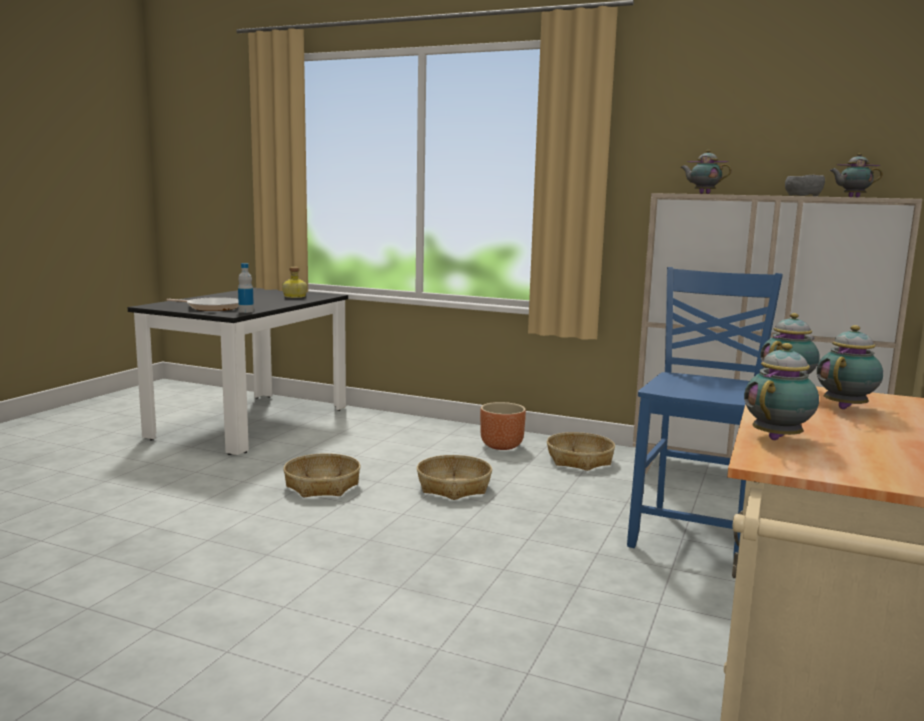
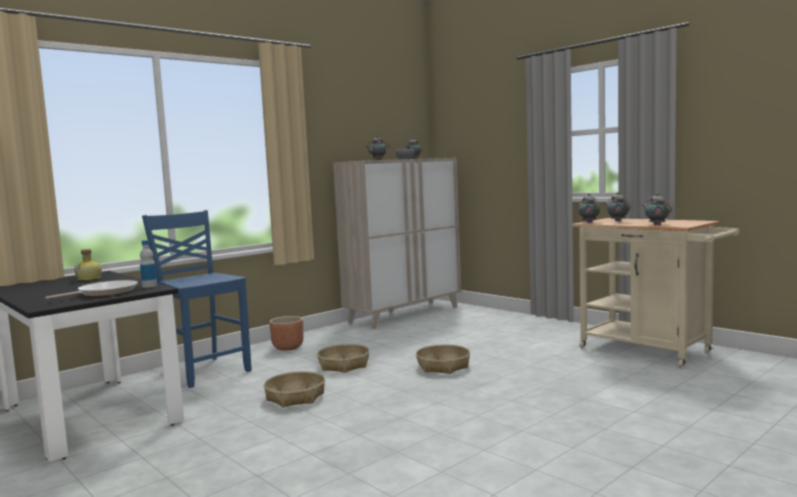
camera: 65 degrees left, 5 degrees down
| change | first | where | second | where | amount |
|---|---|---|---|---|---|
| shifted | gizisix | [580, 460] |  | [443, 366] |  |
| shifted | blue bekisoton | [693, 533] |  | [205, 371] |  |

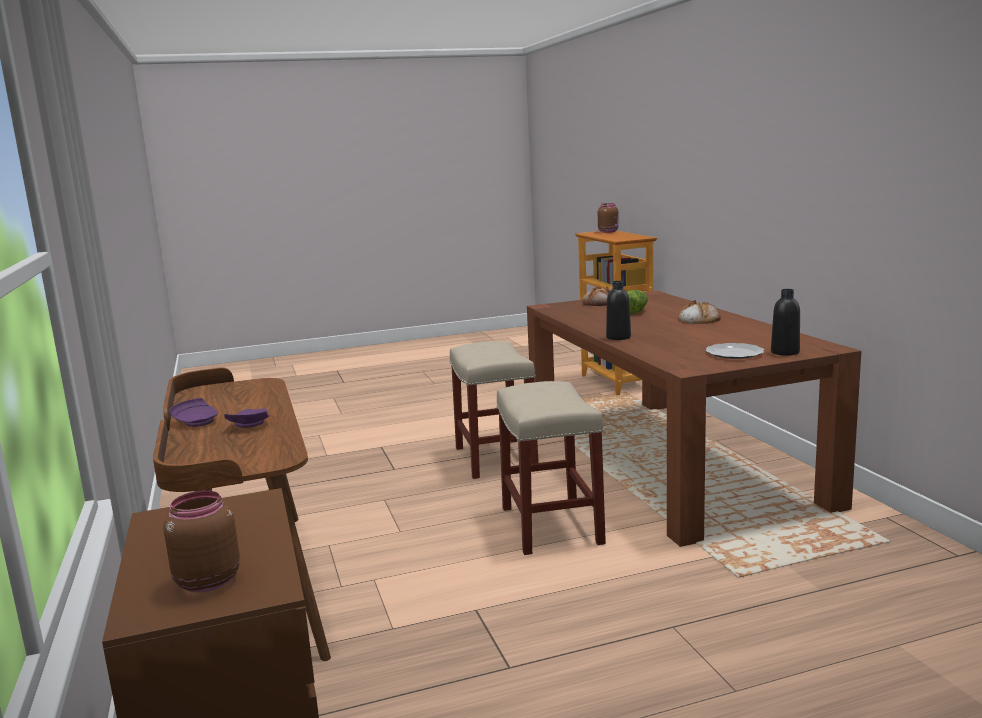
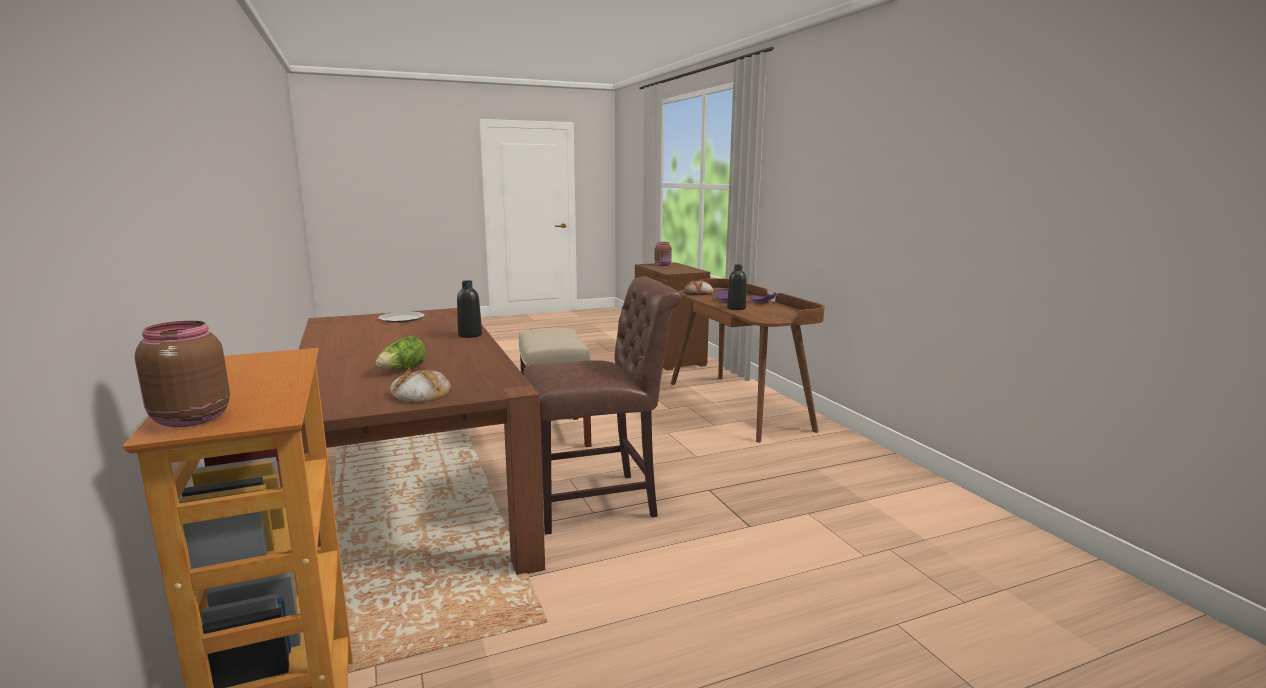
camera: 175 degrees right, 0 degrees up
| change | first | where | second | where | amount |
|---|---|---|---|---|---|
| shifted | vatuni | [698, 319] |  | [698, 293] |  |
| shifted | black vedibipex | [785, 352] |  | [736, 308] |  |
| swapped | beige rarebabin | [494, 458] | brown bekisoton | [599, 501] |  |

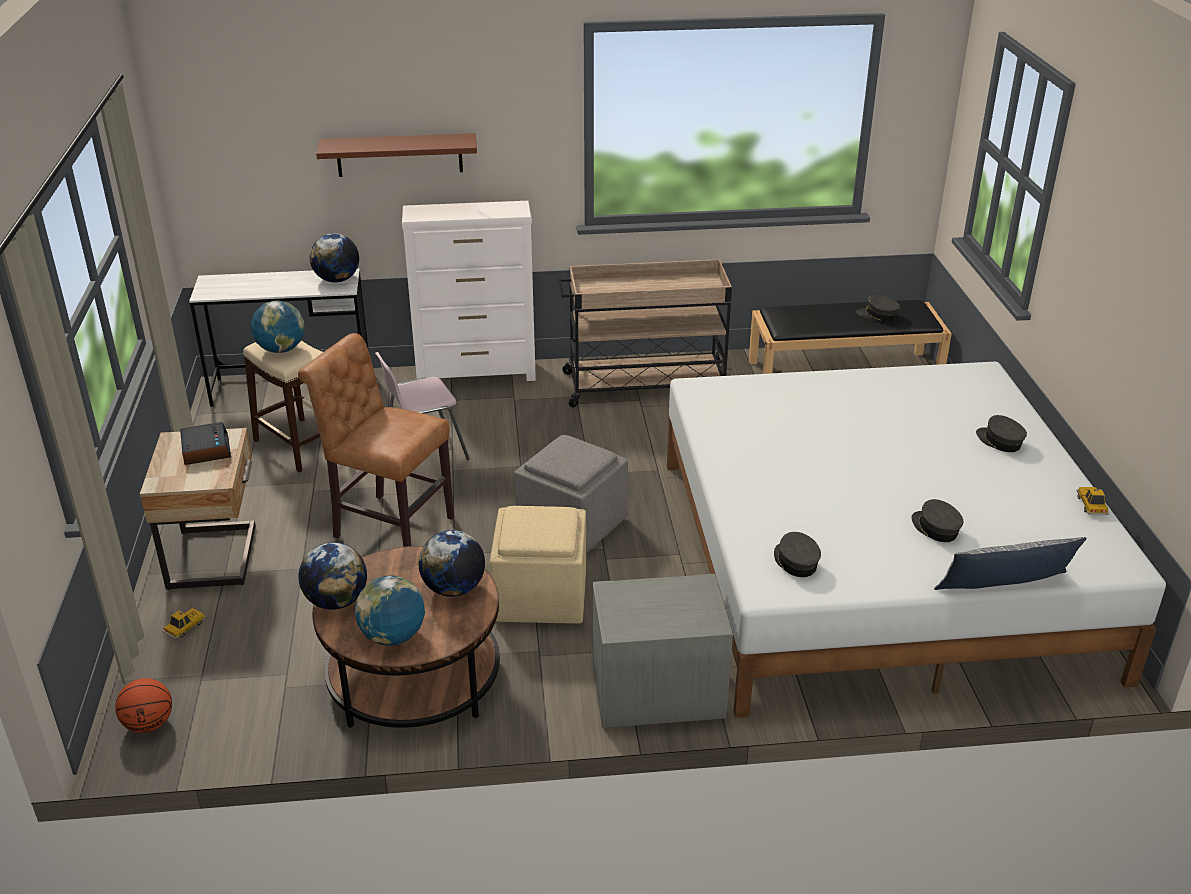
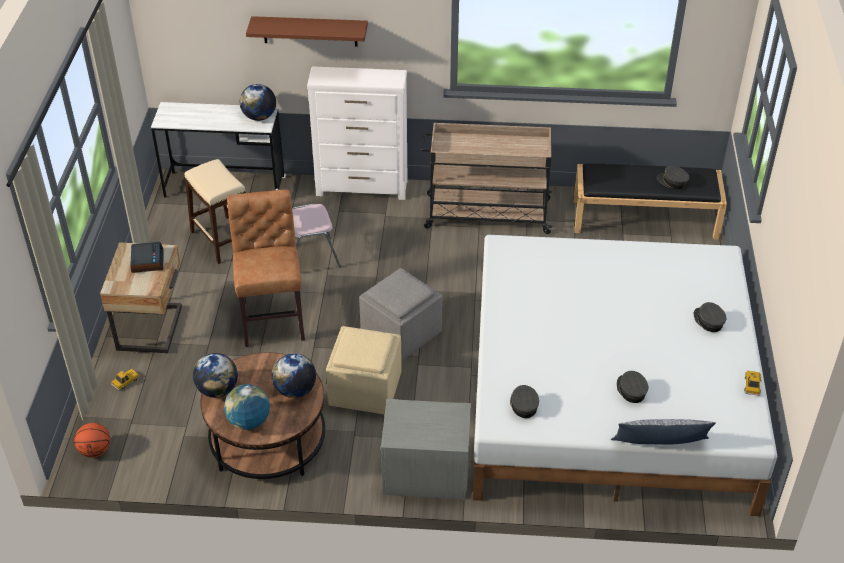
camera: 10 degrees right, 10 degrees up
| change | first | where | second | where | amount |
|---|---|---|---|---|---|
| gone | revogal | [281, 349] |  |  |  |
| rotated | brown bekisoton | [388, 526] |  | [272, 317] | 45 degrees clockwise |

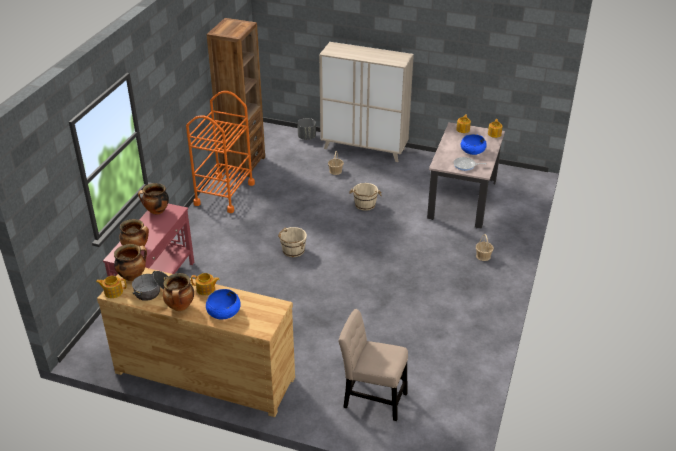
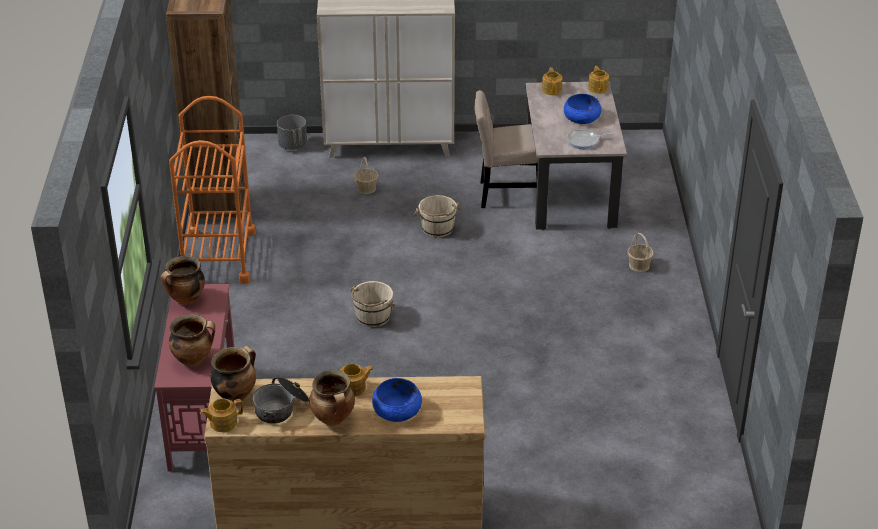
camera: 20 degrees left, 0 degrees up
| change | first | where | second | where | amount |
|---|---|---|---|---|---|
| shifted | beige bekisoton | [372, 398] |  | [506, 194] |  |

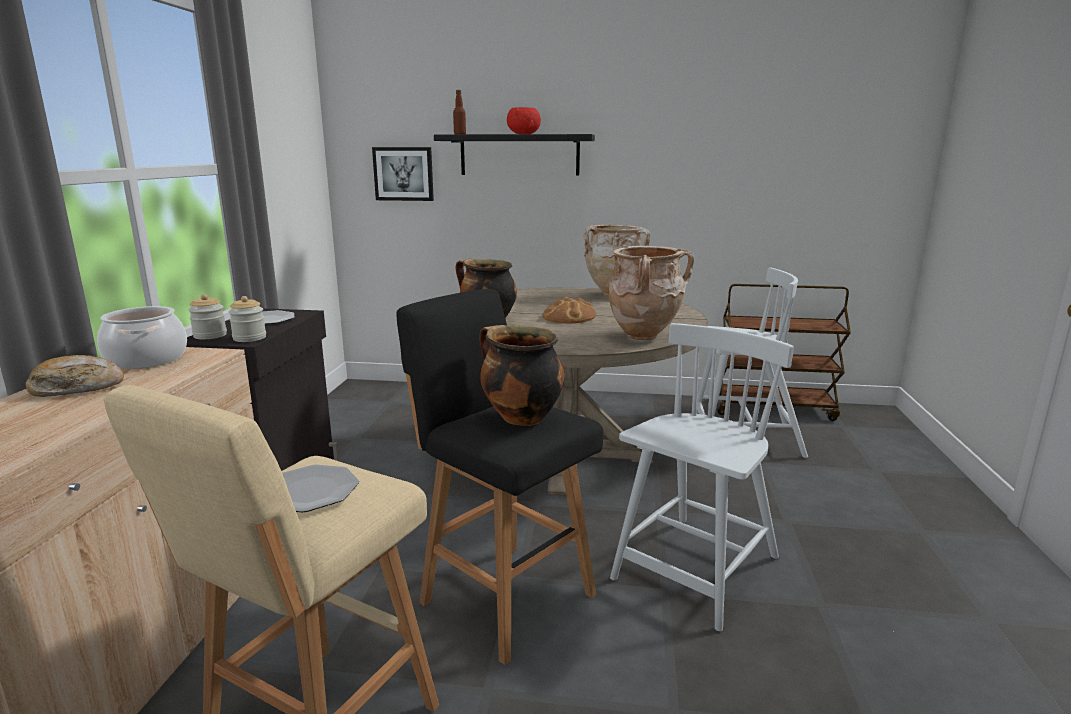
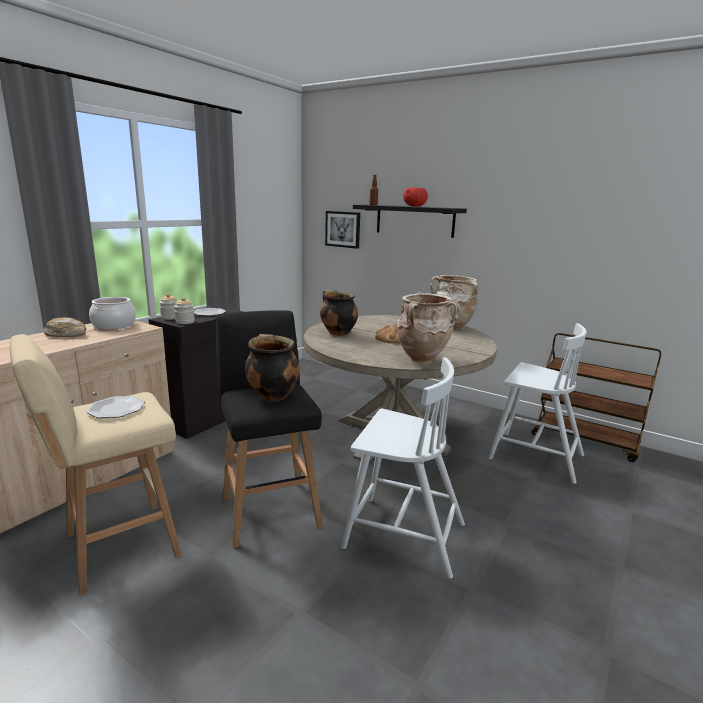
camera: 25 degrees right, 0 degrees up
| change | first | where | second | where | amount |
|---|---|---|---|---|---|
| rotated | white bekisoton | [695, 570] |  | [402, 534] | 45 degrees clockwise |

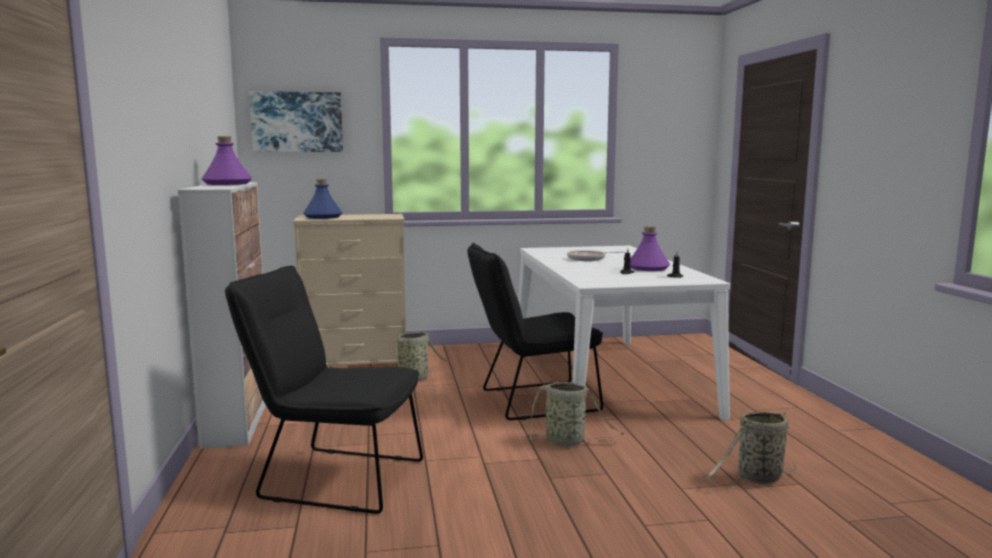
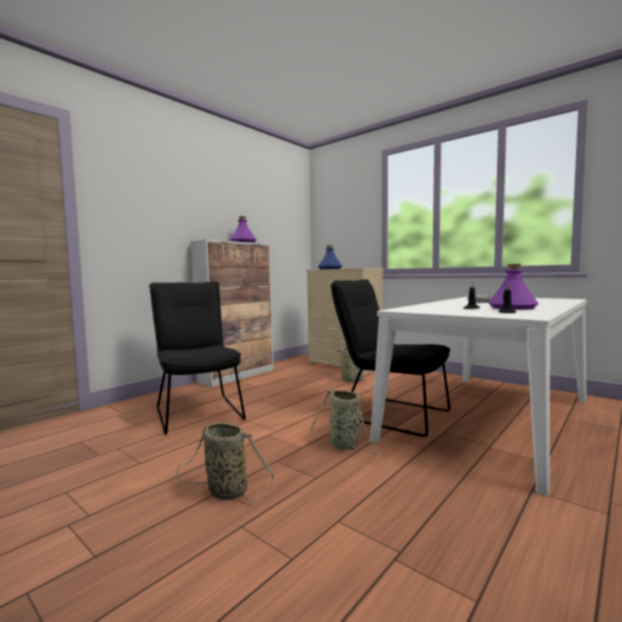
camera: 50 degrees right, 5 degrees down
| change | first | where | second | where | amount |
|---|---|---|---|---|---|
| gone | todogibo | [297, 122] |  |  |  |
| shifted | gizisix | [757, 478] |  | [224, 491] |  |

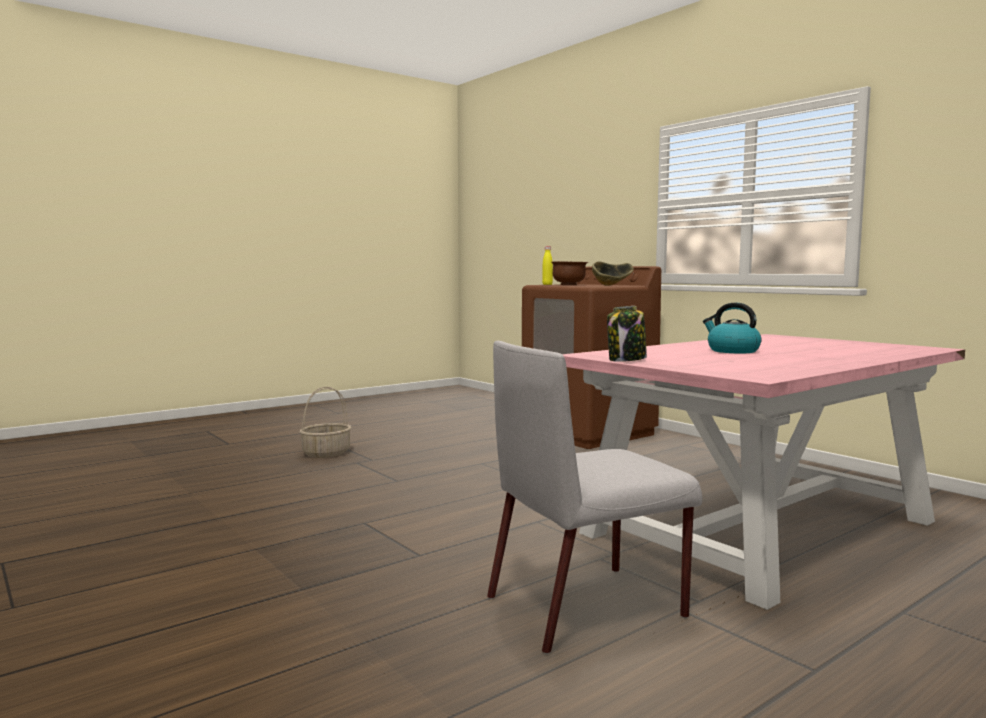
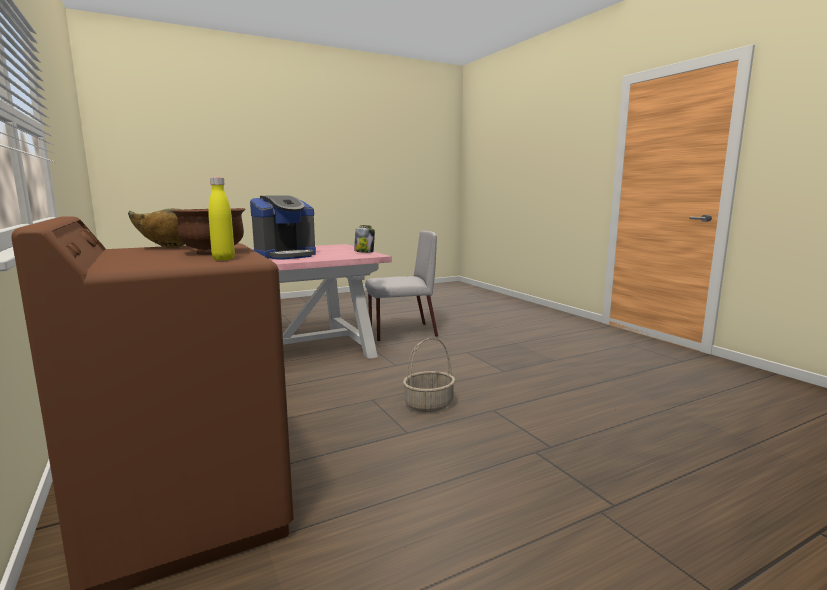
camera: 170 degrees left, 5 degrees up
| change | first | where | second | where | amount |
|---|---|---|---|---|---|
| shifted | gizisix | [326, 453] |  | [428, 405] |  |
| swapped | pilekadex | [732, 351] | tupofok | [285, 255] |  |

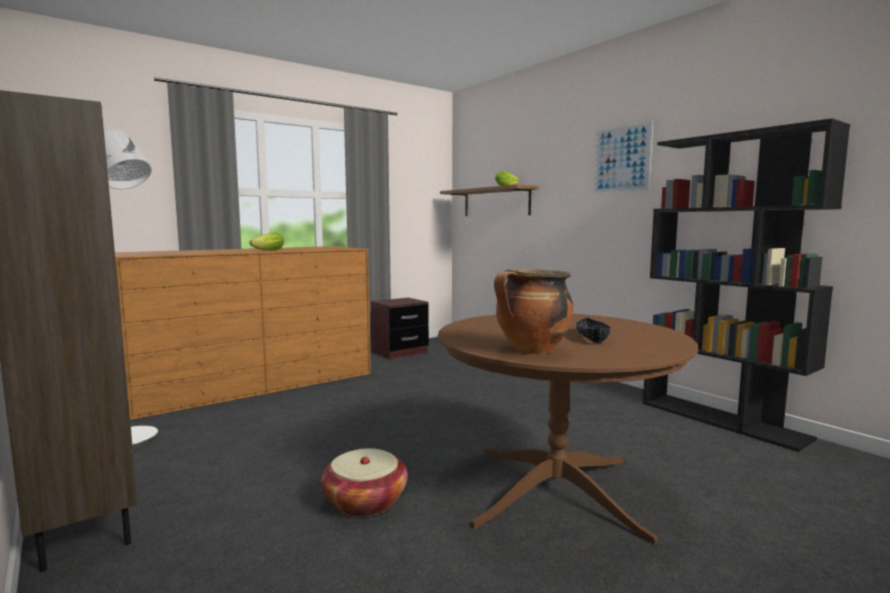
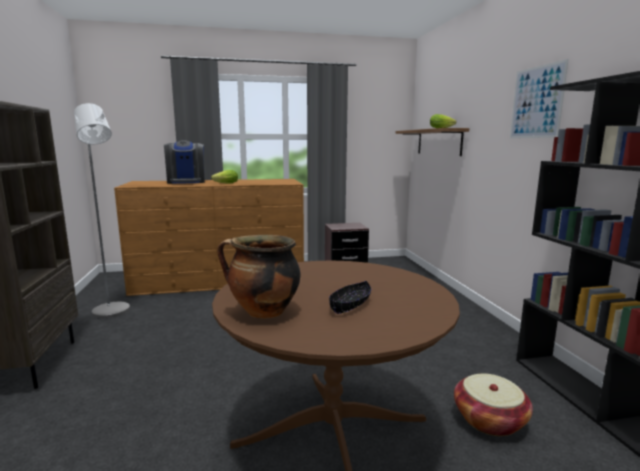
camera: 25 degrees right, 5 degrees up
| change | first | where | second | where | amount |
|---|---|---|---|---|---|
| new |  |  | tupofok | [186, 182] |  |
| shifted | gizisix | [365, 501] |  | [489, 420] |  |

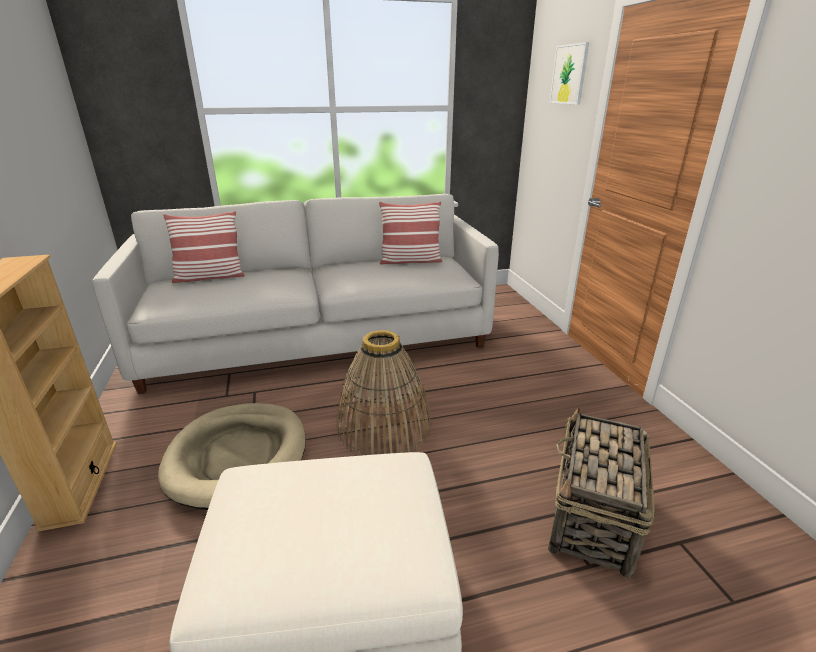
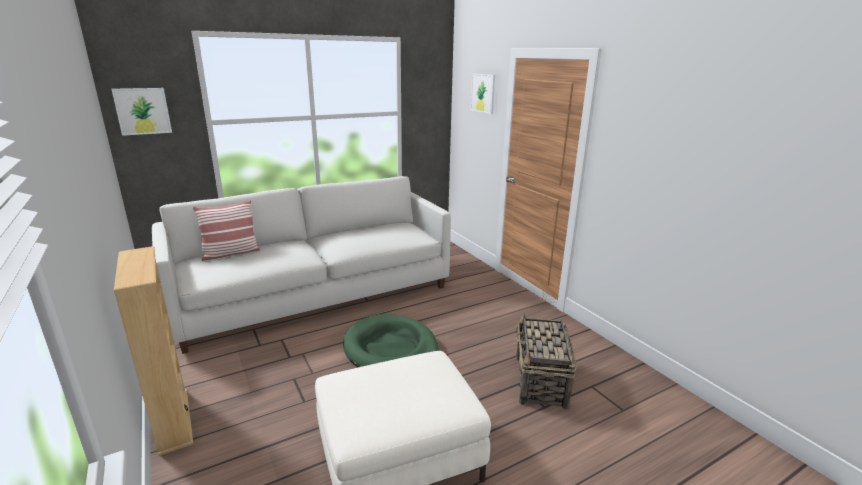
camera: 15 degrees left, 5 degrees down
| change | first | where | second | where | amount |
|---|---|---|---|---|---|
| gone | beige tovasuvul | [238, 456] |  |  |  |
| gone | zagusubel | [410, 261] |  |  |  |
| new |  |  | todogibo | [142, 111] |  |
| swapped | gizisix | [383, 426] | green tovasuvul | [391, 349] |  |

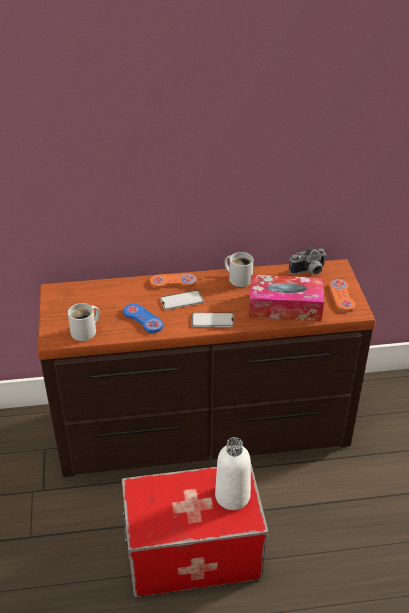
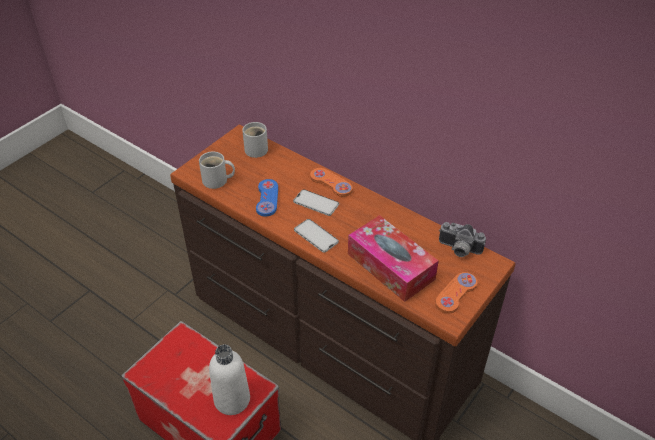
camera: 45 degrees right, 5 degrees up
| change | first | where | second | where | amount |
|---|---|---|---|---|---|
| shifted | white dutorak | [239, 278] |  | [257, 148] |  |

